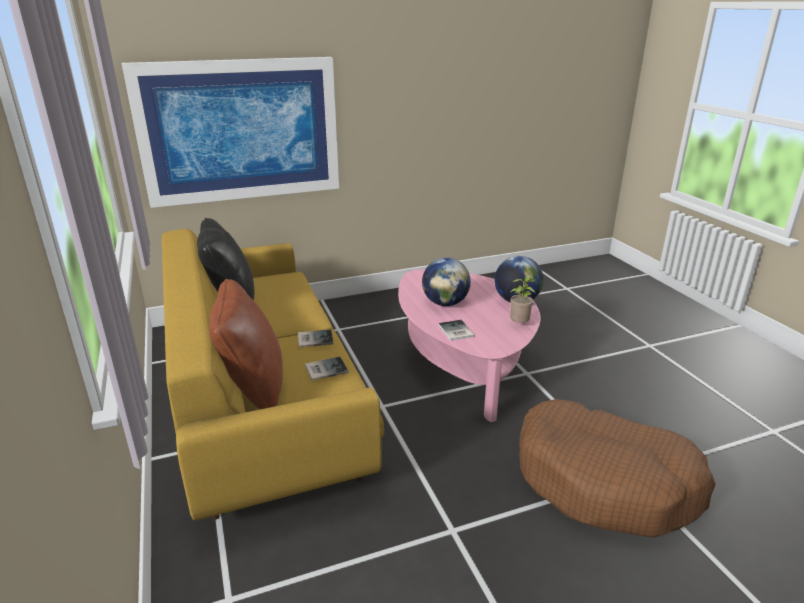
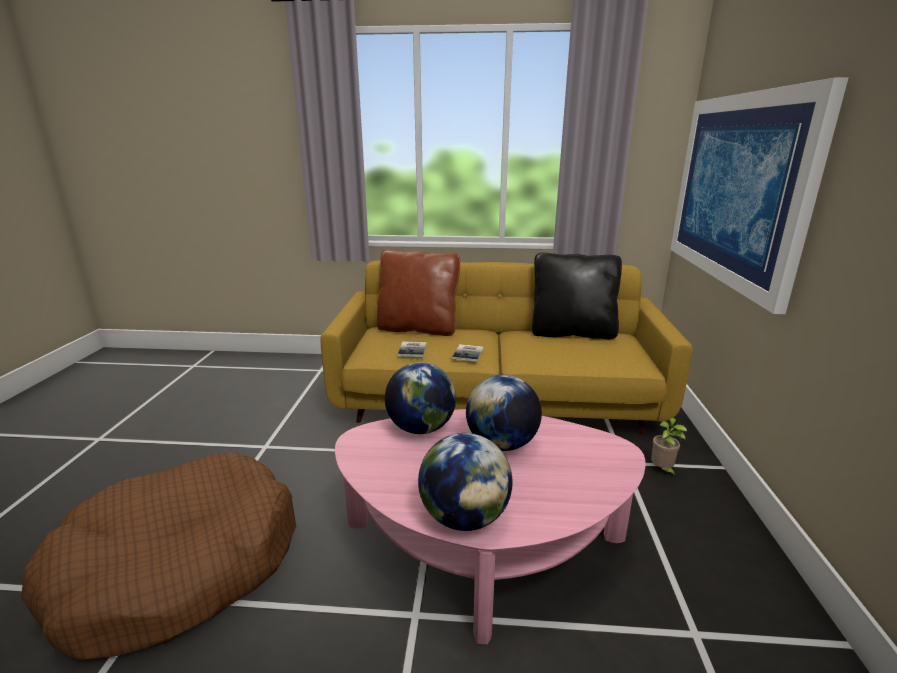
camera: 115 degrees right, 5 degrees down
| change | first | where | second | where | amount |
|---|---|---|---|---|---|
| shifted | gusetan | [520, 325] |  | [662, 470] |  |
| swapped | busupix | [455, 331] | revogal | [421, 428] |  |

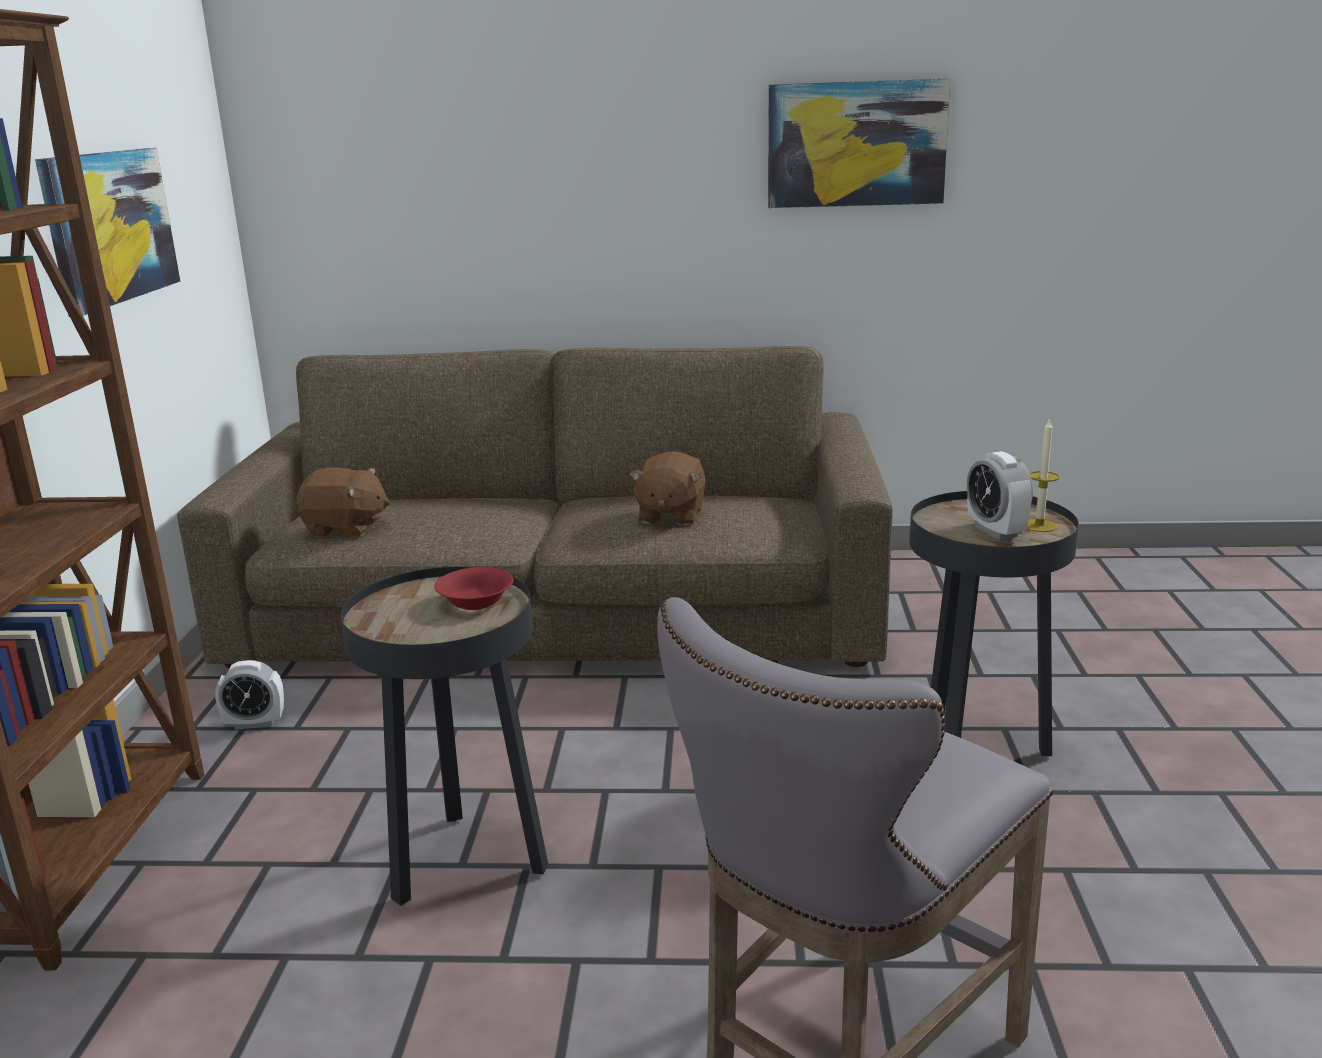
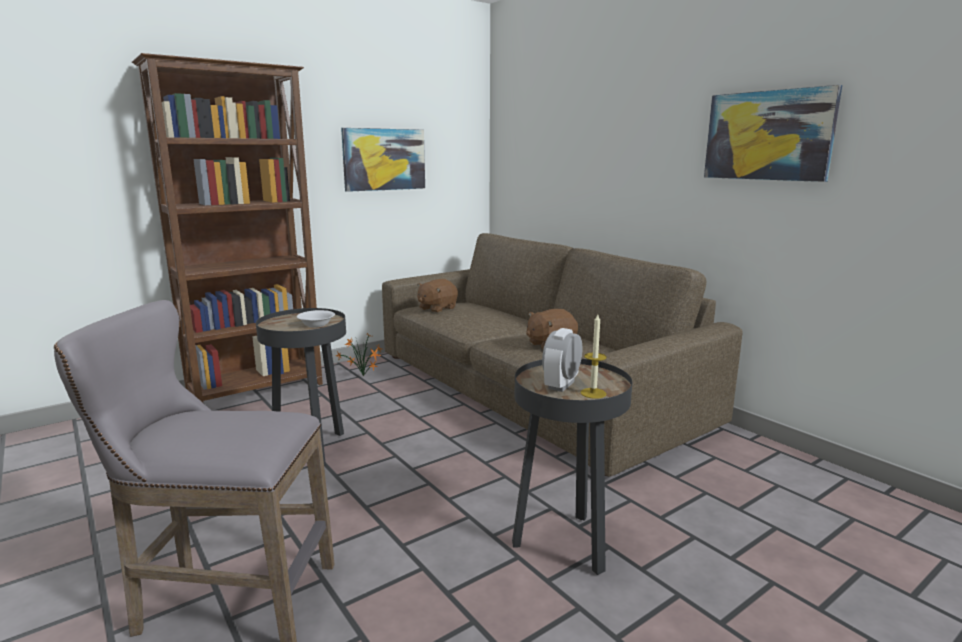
camera: 50 degrees right, 5 degrees down
| change | first | where | second | where | amount |
|---|---|---|---|---|---|
| swapped | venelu | [255, 723] | gusetan | [363, 376] |  |
| repainted | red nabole | [475, 602] | white nabole | [317, 324] |  |
| rotated | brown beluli | [345, 528] |  | [436, 308] | 75 degrees clockwise |

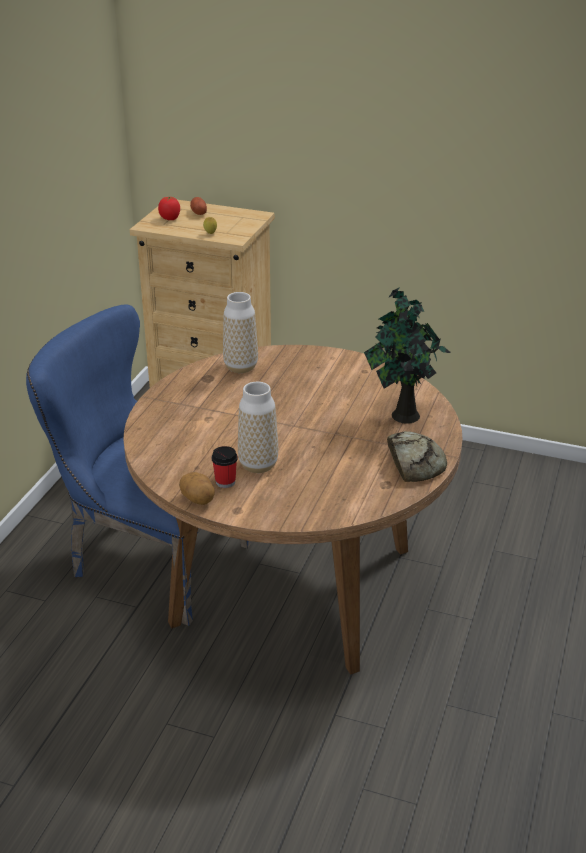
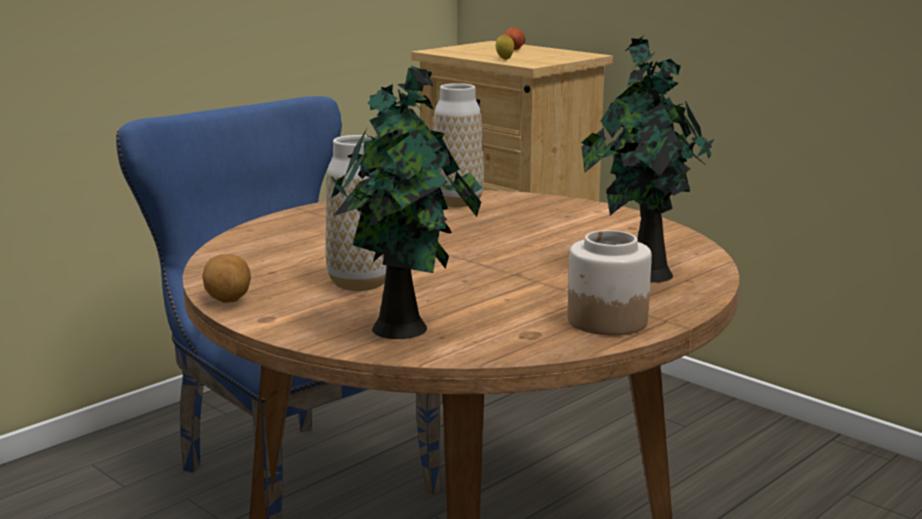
camera: 25 degrees right, 15 degrees down
| change | first | where | second | where | amount |
|---|---|---|---|---|---|
| gone | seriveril | [170, 218] |  |  |  |
| gone | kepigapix | [225, 482] |  |  |  |
| new |  |  | gusetan | [404, 329] |  |
| swapped | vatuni | [414, 462] | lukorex | [606, 320] |  |

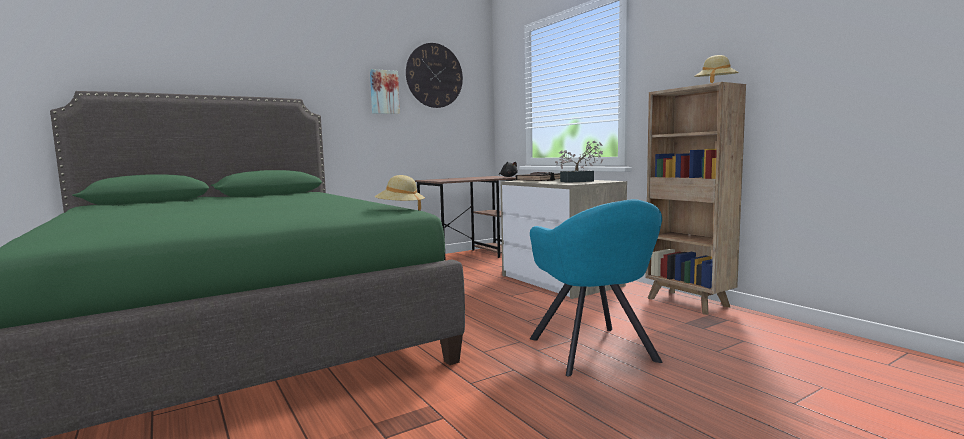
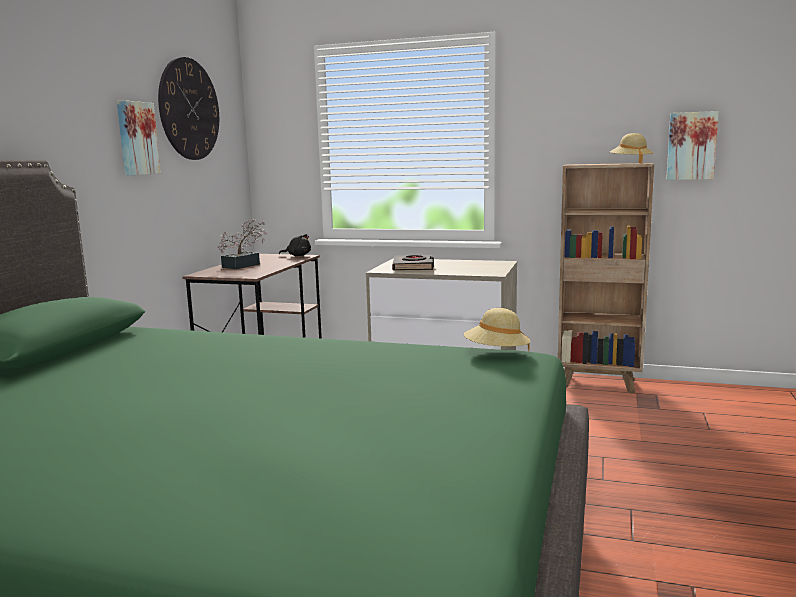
camera: 40 degrees left, 5 degrees up
| change | first | where | second | where | amount |
|---|---|---|---|---|---|
| gone | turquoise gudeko | [594, 351] |  |  |  |
| new |  |  | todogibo | [691, 146] |  |
| shifted | gusetan | [580, 181] |  | [244, 265] |  |

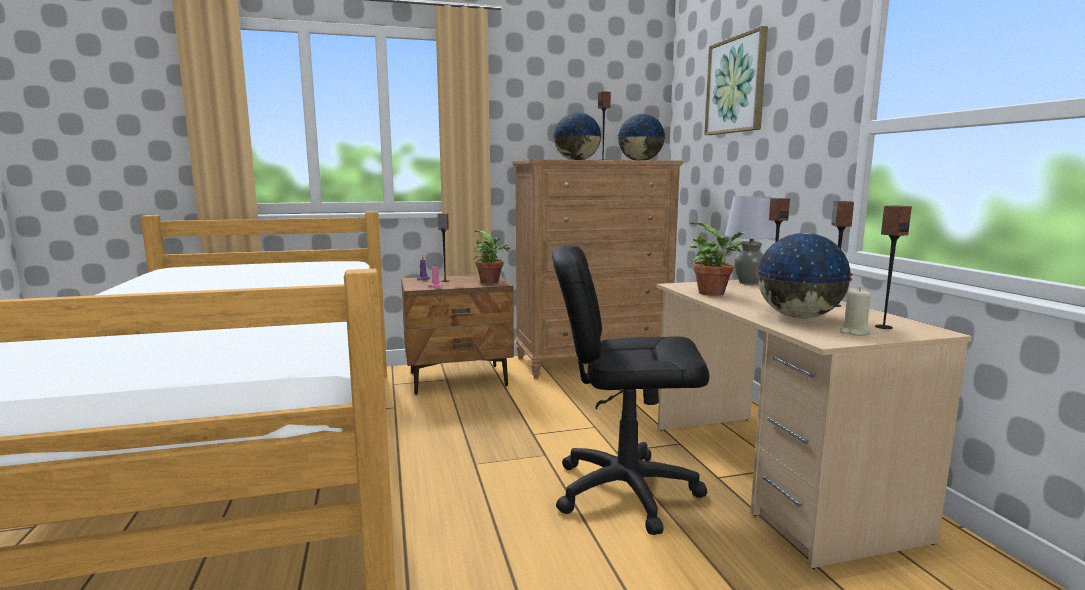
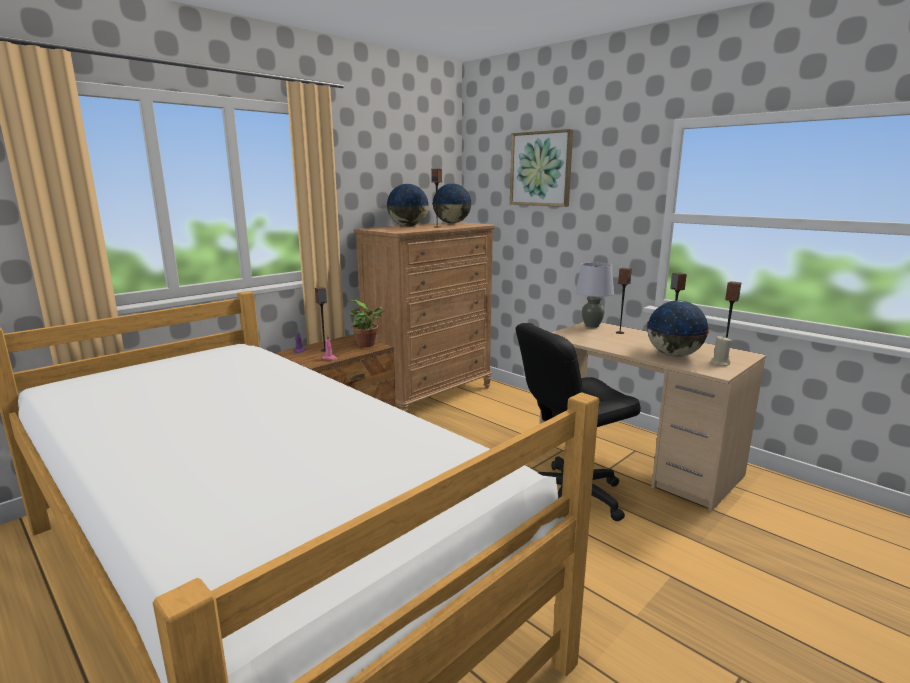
camera: 30 degrees left, 5 degrees up
| change | first | where | second | where | amount |
|---|---|---|---|---|---|
| gone | gusetan | [715, 293] |  |  |  |

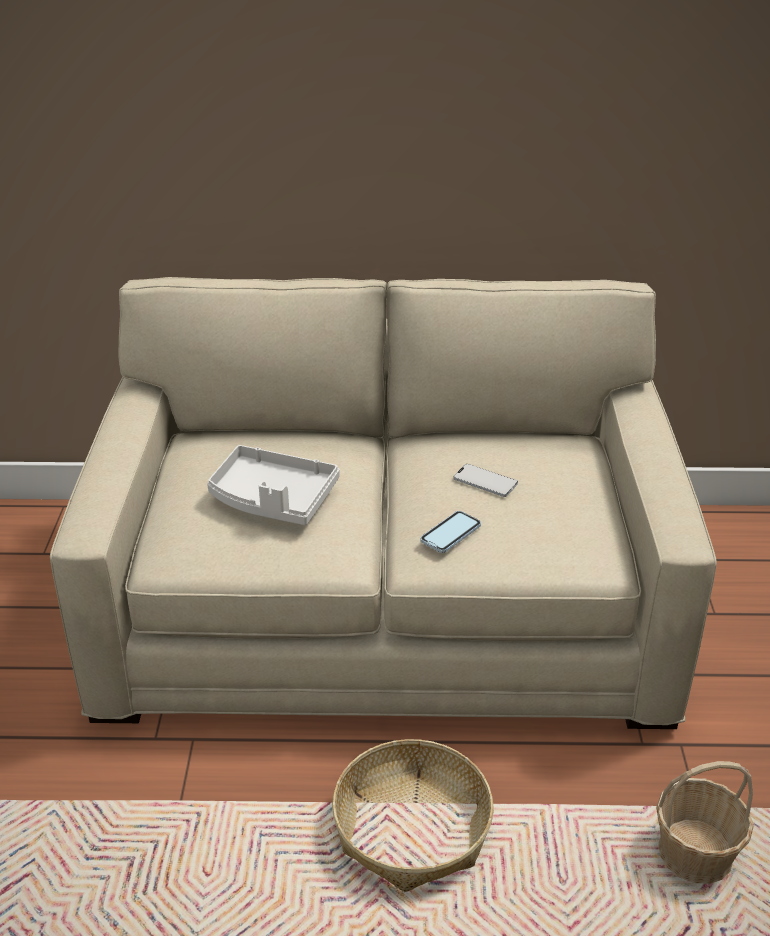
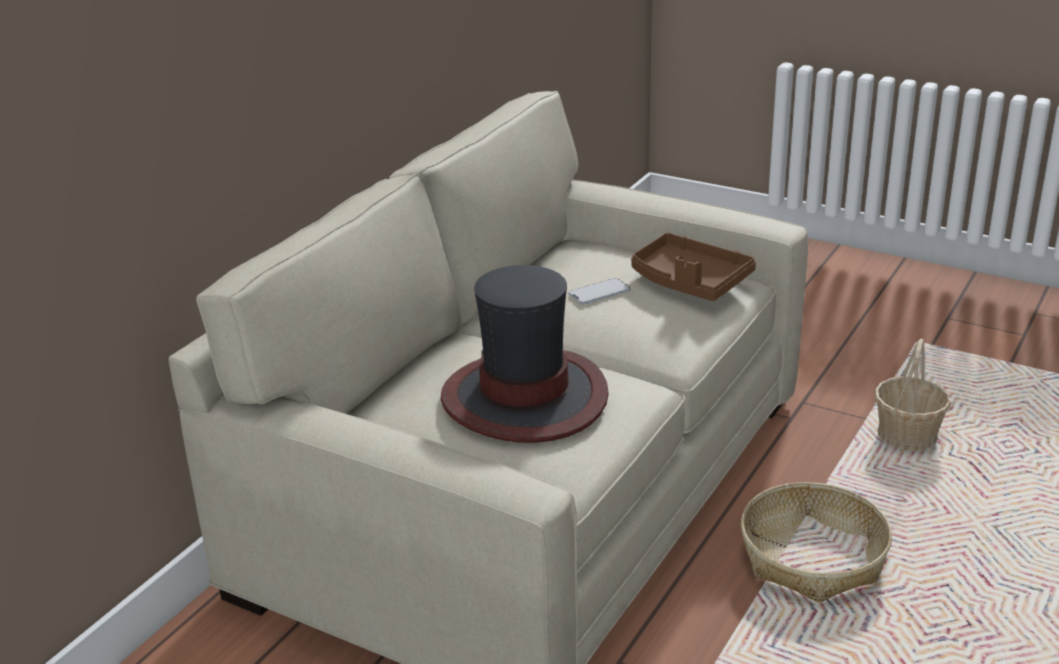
camera: 60 degrees left, 5 degrees down
| change | first | where | second | where | amount |
|---|---|---|---|---|---|
| gone | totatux | [450, 533] |  |  |  |
| new |  |  | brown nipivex | [689, 281] |  |
| swapped | grey nipivex | [272, 499] | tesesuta | [525, 398] |  |

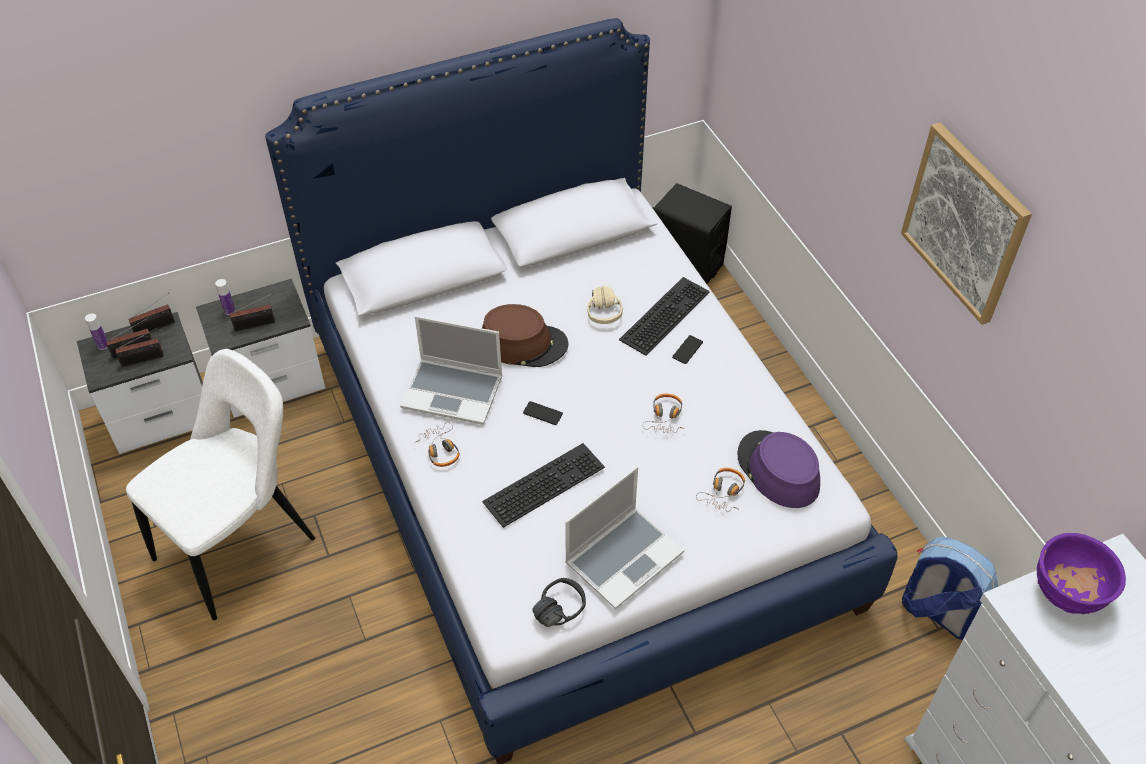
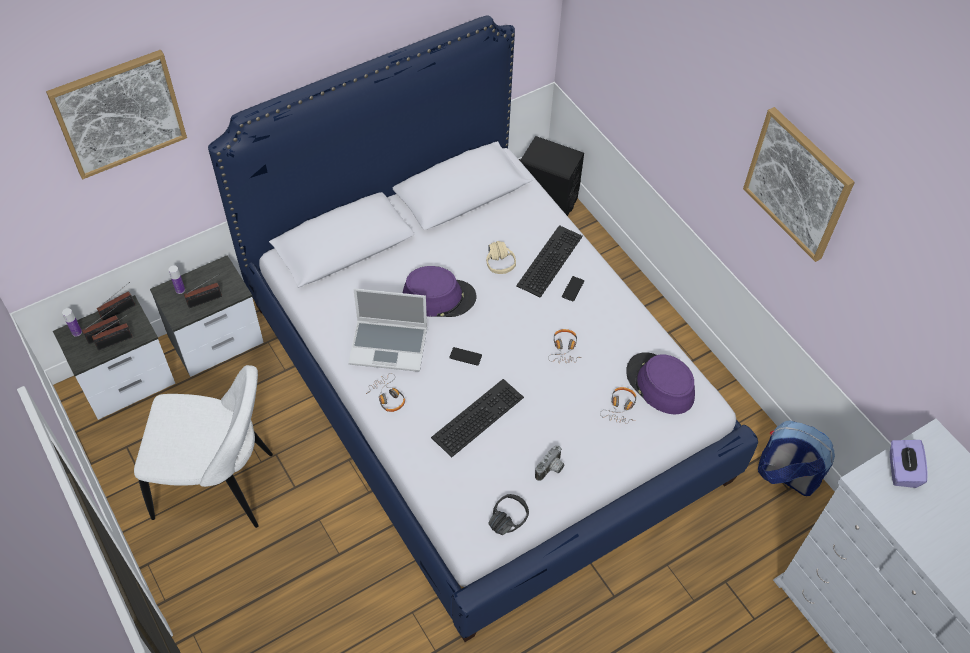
camera: 10 degrees left, 5 degrees up
| change | first | where | second | where | amount |
|---|---|---|---|---|---|
| new |  |  | todogibo | [119, 113] |  |
| swapped | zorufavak | [624, 556] | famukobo | [551, 469] |  |
| swapped | purple nabole | [1068, 593] | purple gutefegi | [901, 470] |  |
| repainted | brown tesesuta | [523, 343] | purple tesesuta | [439, 297] |  |
| rotated | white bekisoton | [241, 544] |  | [220, 486] | 60 degrees clockwise |

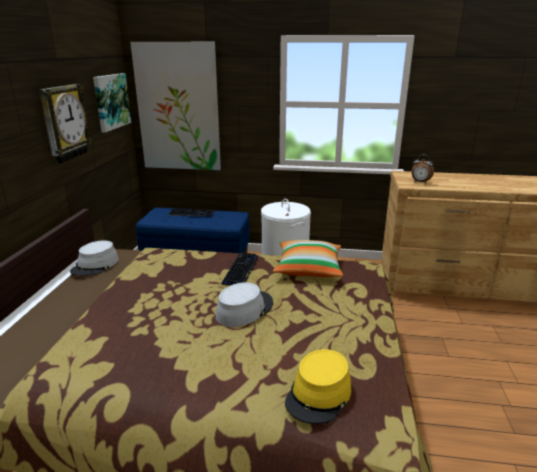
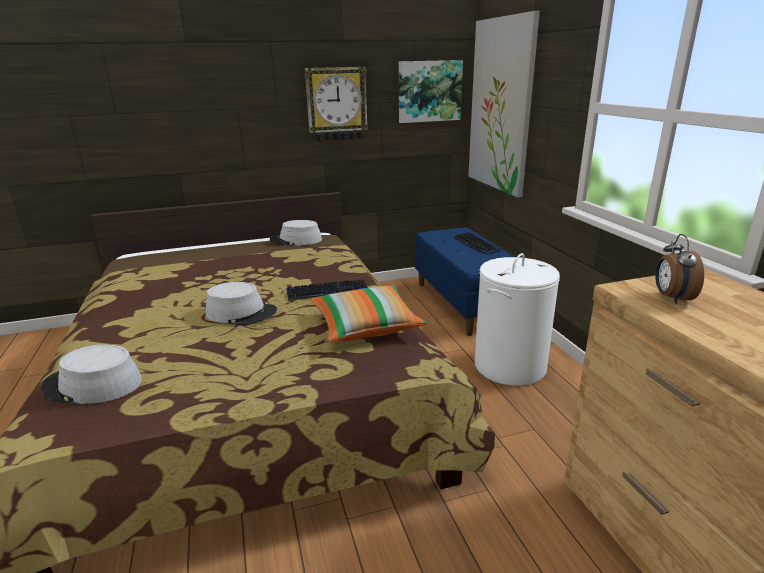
camera: 65 degrees right, 0 degrees up
| change | first | where | second | where | amount |
|---|---|---|---|---|---|
| repainted | yellow tesesuta | [319, 394] | grey tesesuta | [93, 385] |  |

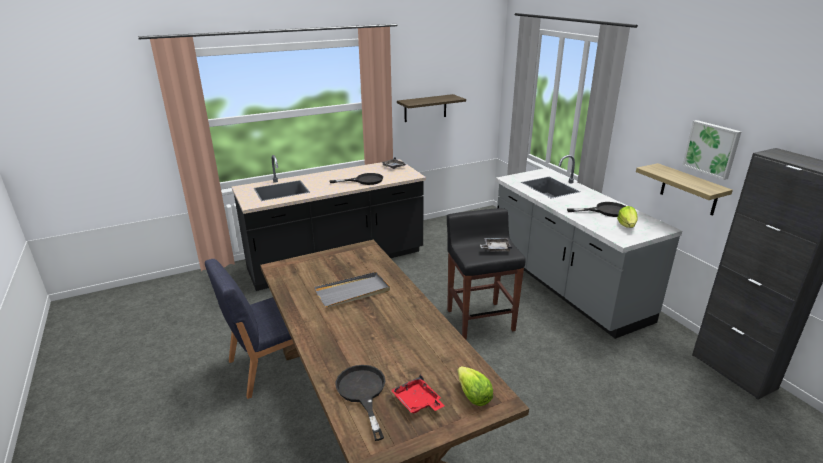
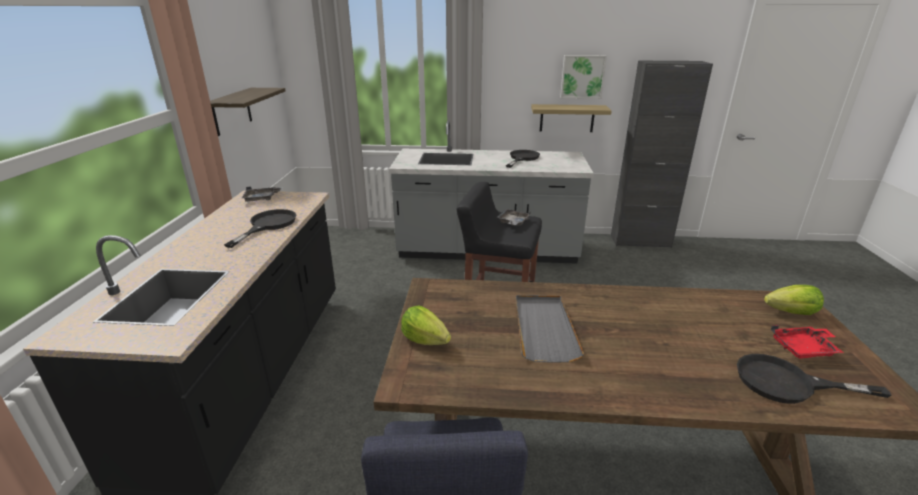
camera: 60 degrees left, 0 degrees up
| change | first | where | second | where | amount |
|---|---|---|---|---|---|
| shifted | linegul | [627, 226] |  | [425, 340] |  |

